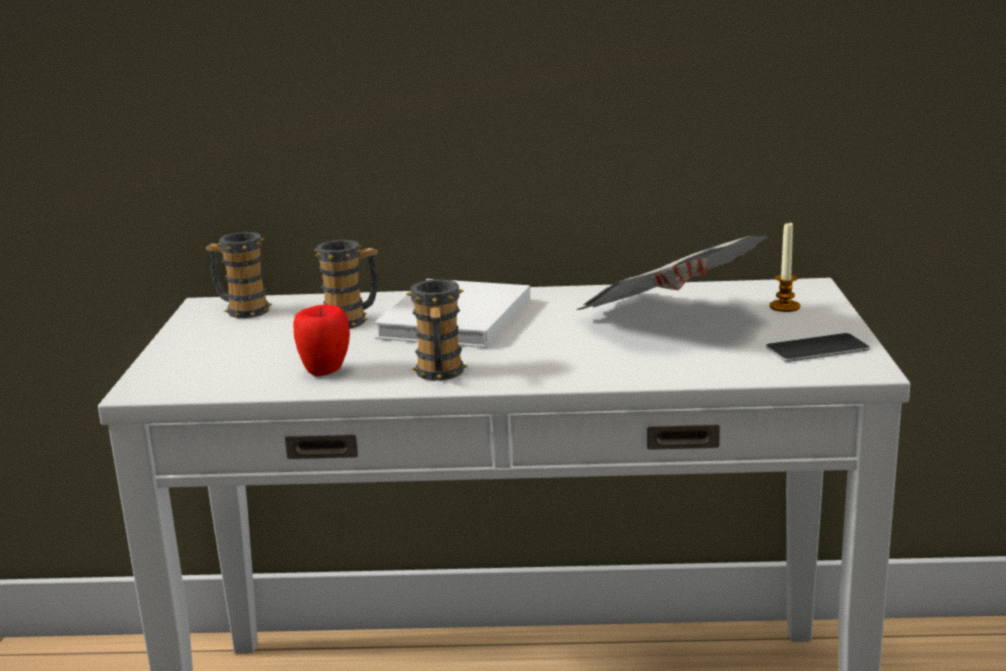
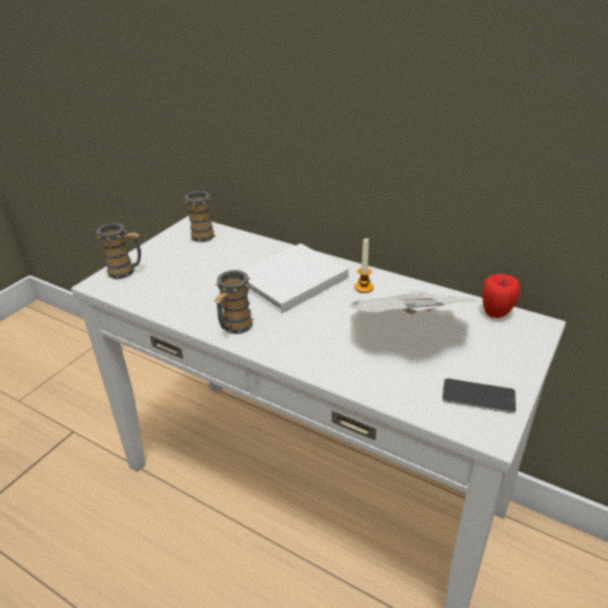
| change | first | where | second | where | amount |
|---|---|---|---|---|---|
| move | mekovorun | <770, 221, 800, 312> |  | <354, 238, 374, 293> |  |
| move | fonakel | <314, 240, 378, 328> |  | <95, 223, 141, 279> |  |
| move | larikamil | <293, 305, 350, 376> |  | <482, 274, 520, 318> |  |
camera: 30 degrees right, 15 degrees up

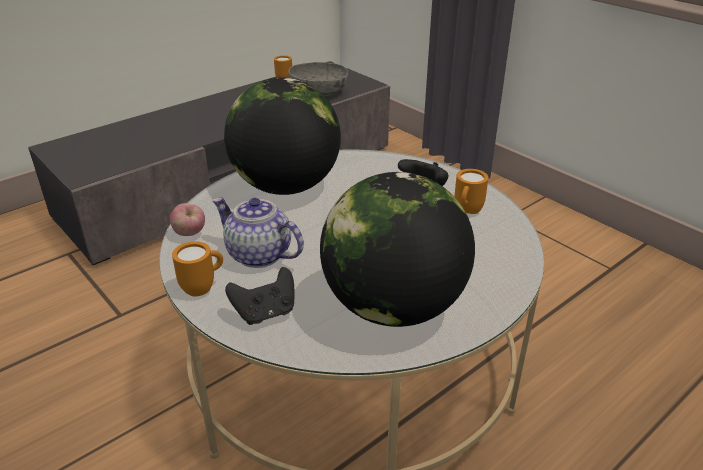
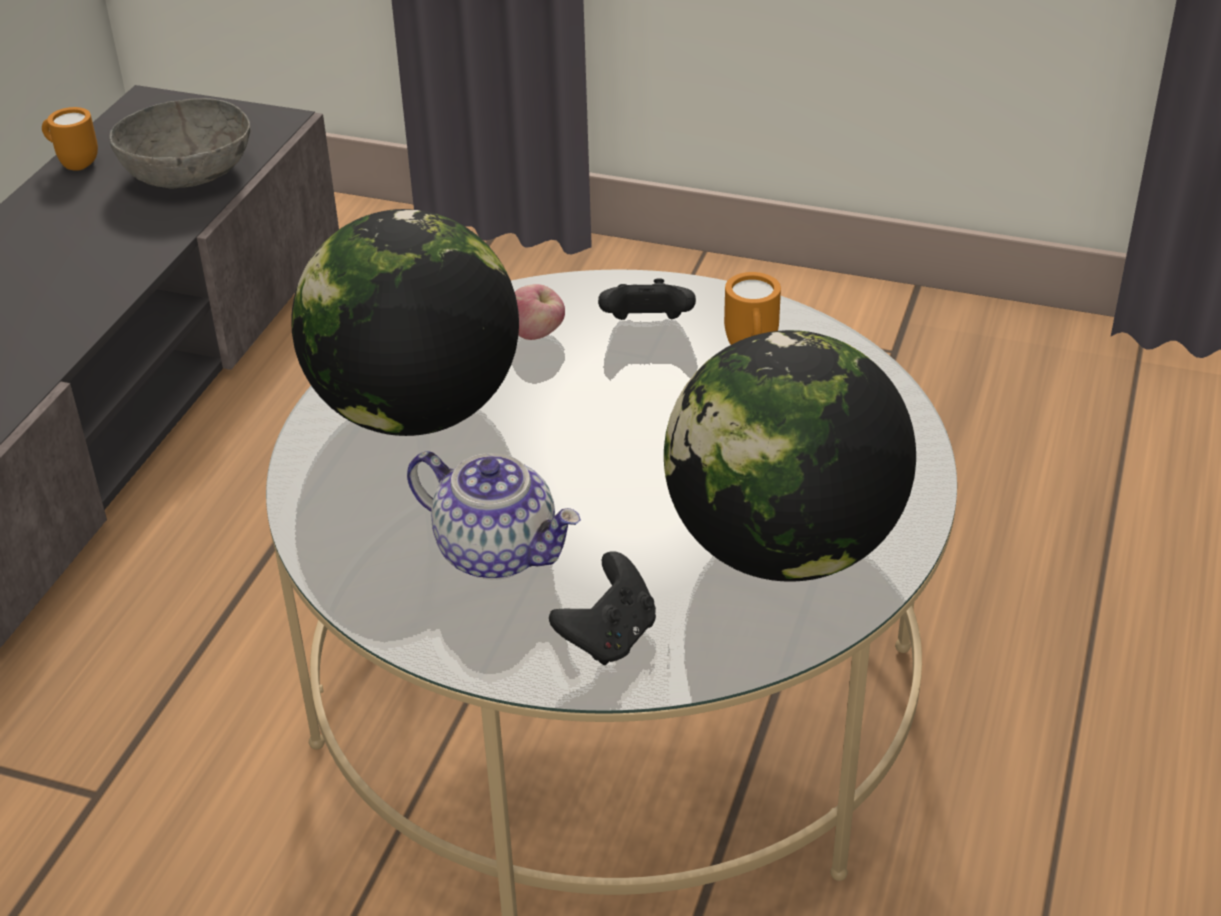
| change | first | where | second | where | amount |
|---|---|---|---|---|---|
| rotate | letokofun | <212, 197, 304, 268> |  | <407, 451, 581, 580> | 150 degrees counterclockwise |
| move | larikamil | <170, 203, 205, 236> |  | <515, 284, 565, 340> |  |
| delete | orange_fonakel | <172, 241, 223, 297> |  |  |  |
camera: 30 degrees left, 5 degrees up

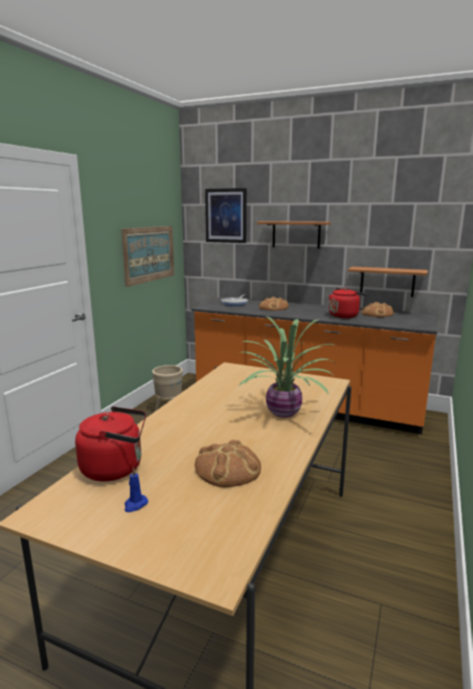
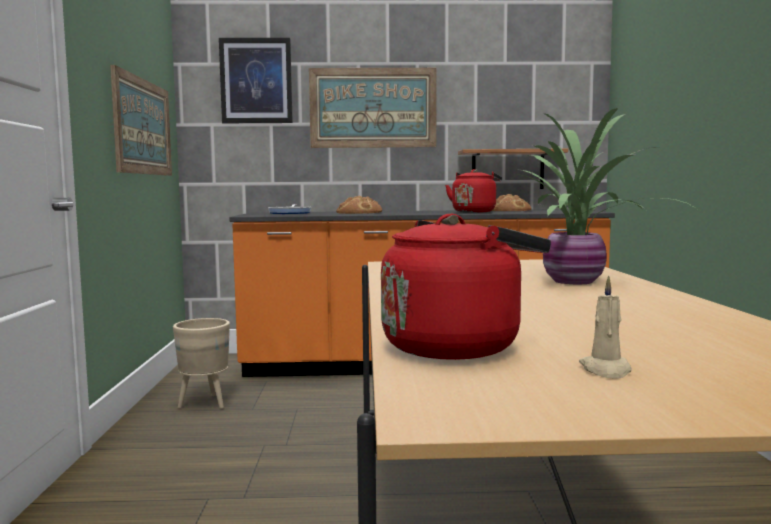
| change | first | where | second | where | amount |
|---|---|---|---|---|---|
| replace | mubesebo | <257, 221, 331, 249> | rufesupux | <309, 68, 436, 148> |  |
| delete | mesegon | <195, 440, 261, 487> |  |  |  |
| recolor | blue_mekovorun | <124, 467, 148, 512> | beige_mekovorun | <579, 275, 631, 379> |  |
camera: 25 degrees left, 10 degrees down

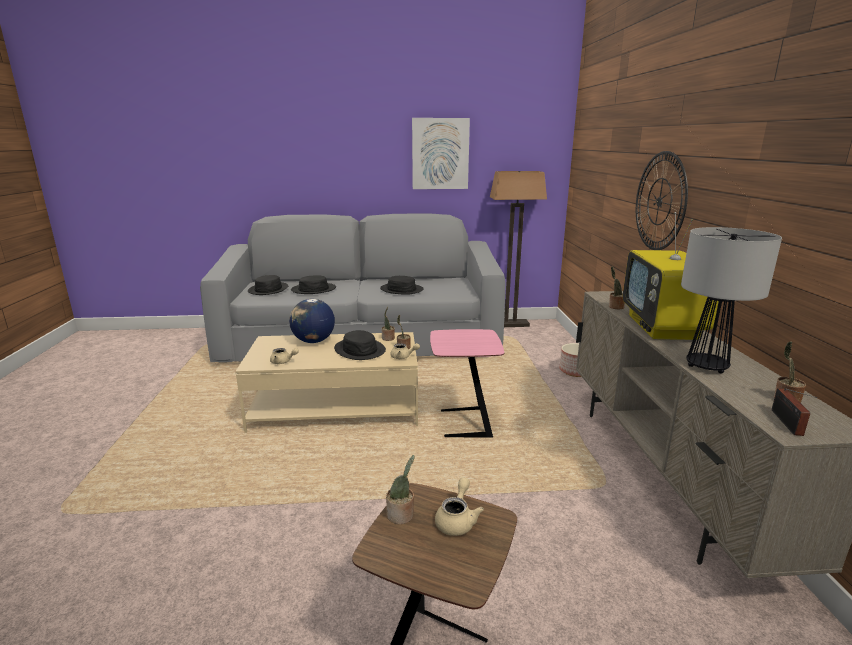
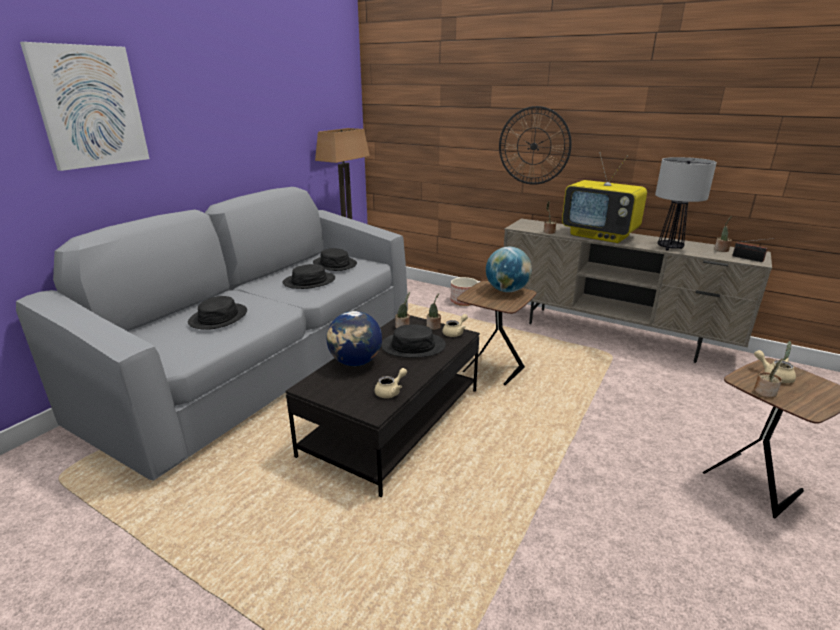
| change | first | where | second | where | amount |
|---|---|---|---|---|---|
| move | rufesupux | <412, 118, 470, 189> |  | <20, 42, 150, 171> |  |
| move | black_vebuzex | <248, 275, 288, 295> |  | <313, 248, 357, 271> |  |
| recolor | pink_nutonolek | <430, 329, 504, 438> | brown_nutonolek | <457, 281, 536, 385> |  |
| recolor | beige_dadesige | <235, 332, 418, 433> | black_dadesige | <286, 315, 480, 497> |  |
| insert |  |  | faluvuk | <486, 247, 532, 292> |  |
camera: 55 degrees left, 5 degrees up

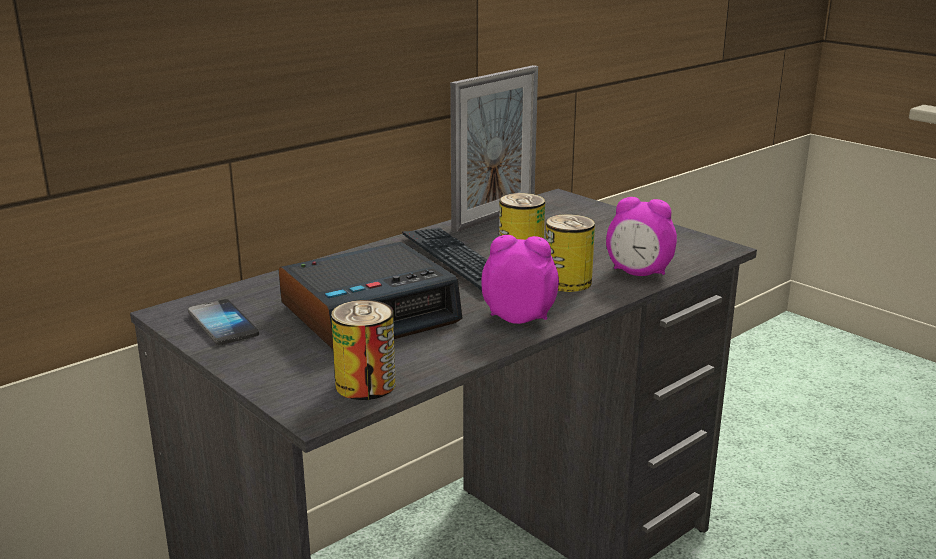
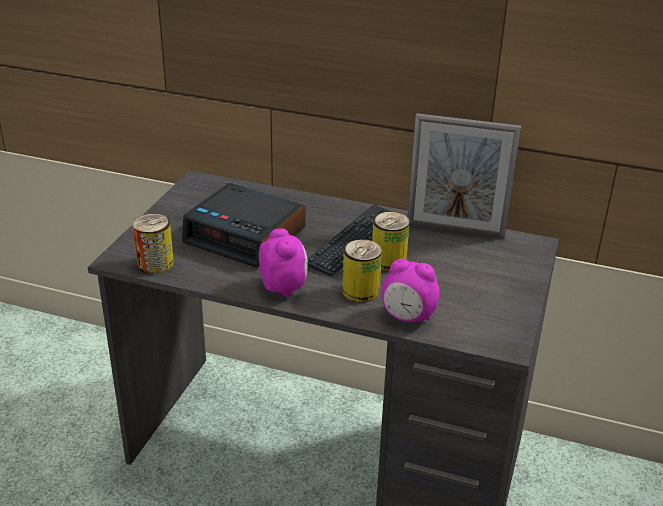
| change | first | where | second | where | amount |
|---|---|---|---|---|---|
| rotate | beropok | <606, 197, 677, 276> |  | <381, 259, 440, 322> | 60 degrees counterclockwise |
| delete | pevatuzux | <188, 299, 259, 345> |  |  |  |
camera: 60 degrees right, 10 degrees up

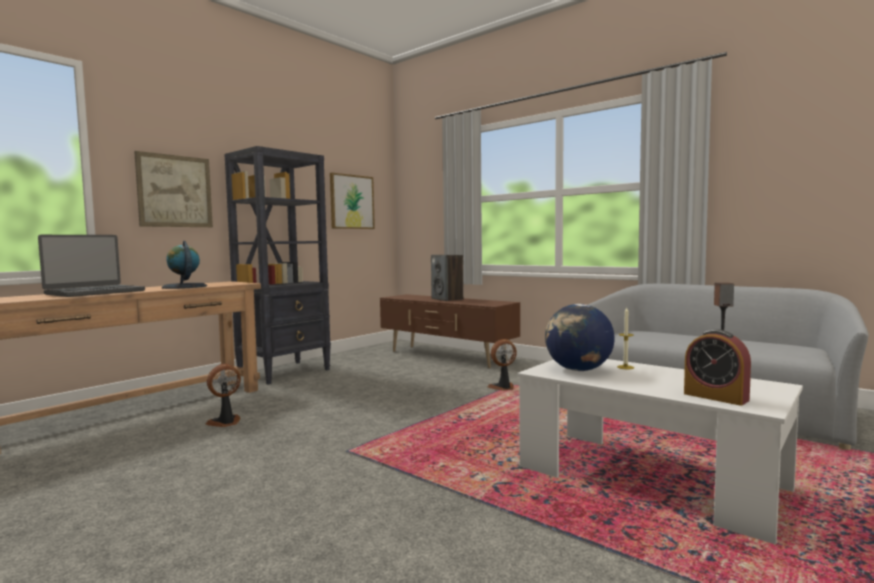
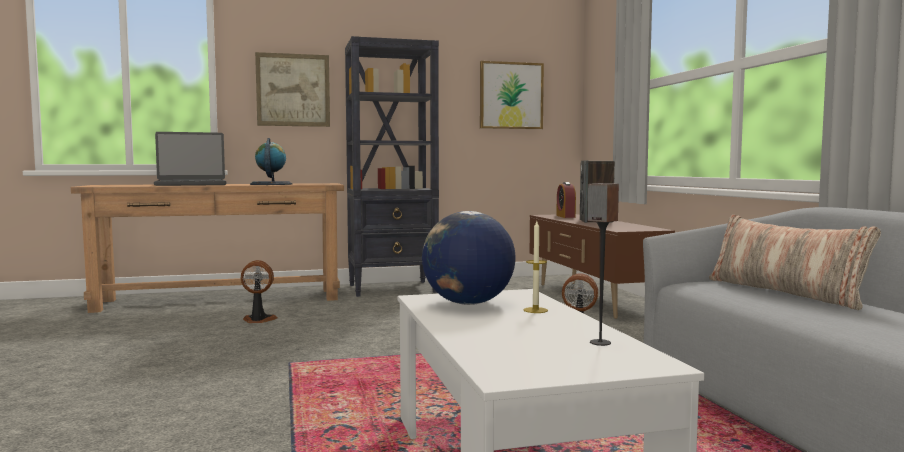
| change | first | where | second | where | amount |
|---|---|---|---|---|---|
| move | beropok | <684, 329, 751, 406> |  | <556, 182, 576, 218> |  |
| insert |  |  | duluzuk | <709, 215, 881, 310> |  |
camera: 35 degrees right, 0 degrees up

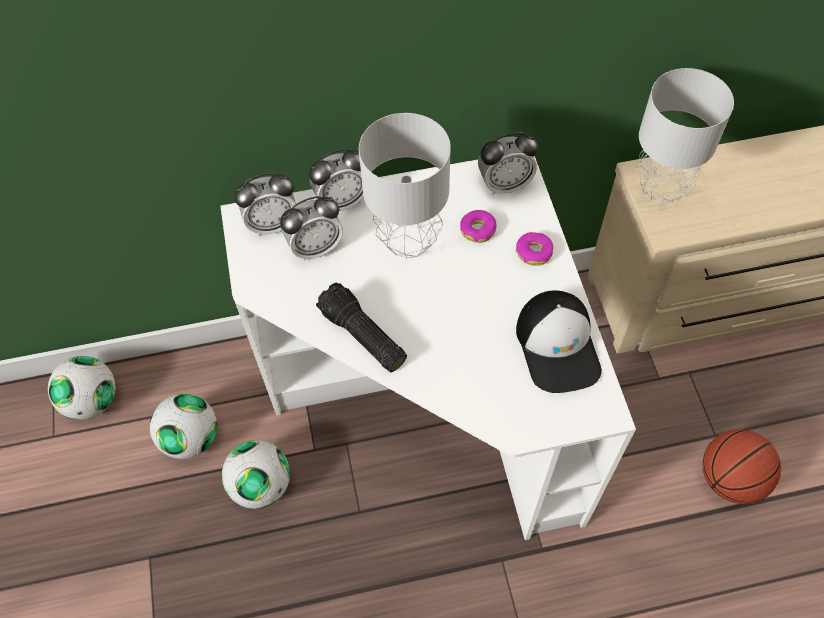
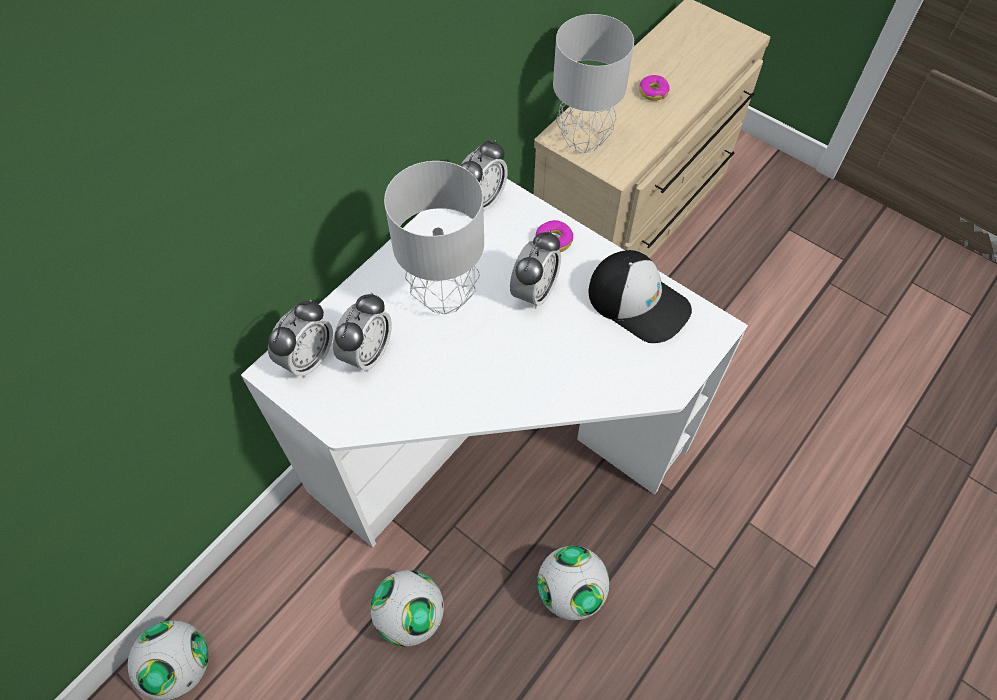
| change | first | where | second | where | amount |
|---|---|---|---|---|---|
| move | beropok | <309, 149, 364, 211> |  | <510, 230, 561, 309> |  |
| move | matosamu | <460, 210, 497, 243> |  | <639, 75, 670, 101> |  |
| delete | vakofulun | <316, 283, 407, 372> |  |  |  |
| move | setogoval | <150, 393, 217, 459> |  | <537, 546, 609, 620> |  |
| delete | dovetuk | <702, 429, 781, 504> |  |  |  |
camera: 40 degrees left, 0 degrees up

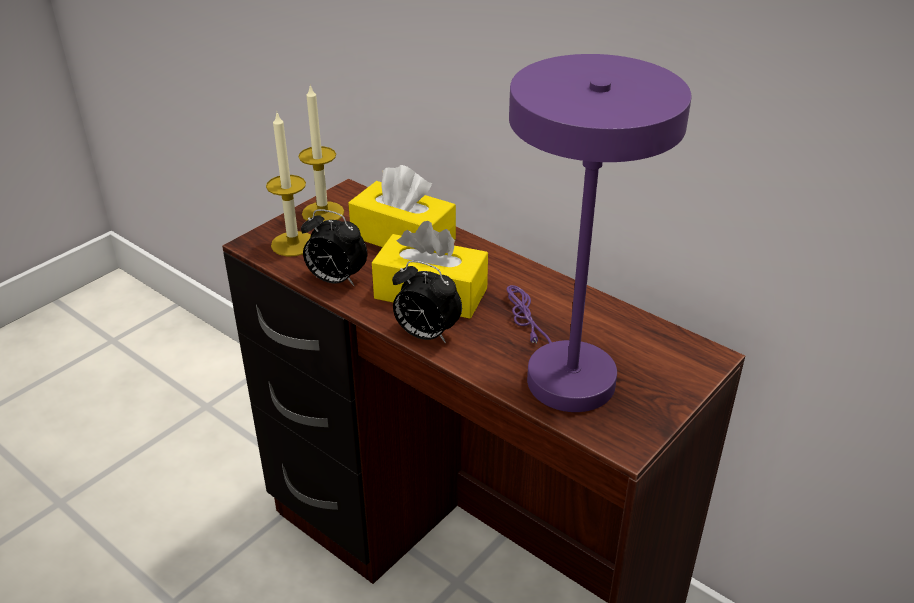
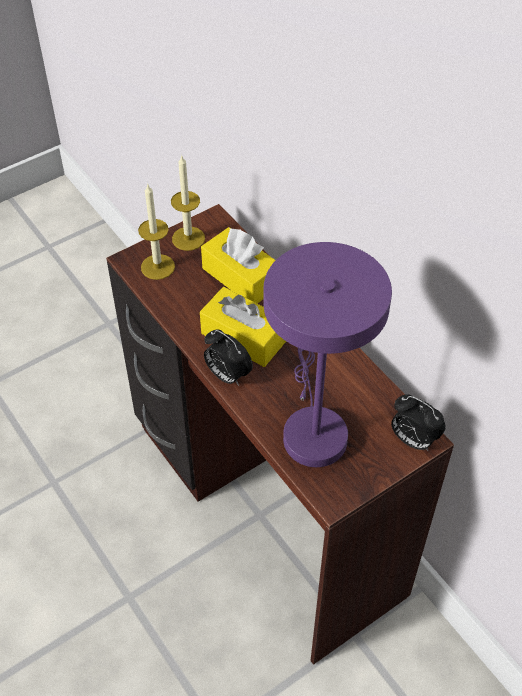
| change | first | where | second | where | amount |
|---|---|---|---|---|---|
| move | beropok | <301, 209, 367, 286> |  | <391, 394, 446, 451> |  |
camera: 15 degrees right, 15 degrees up

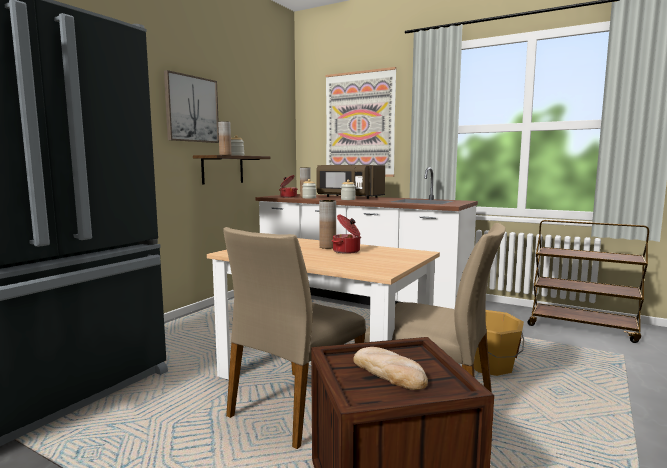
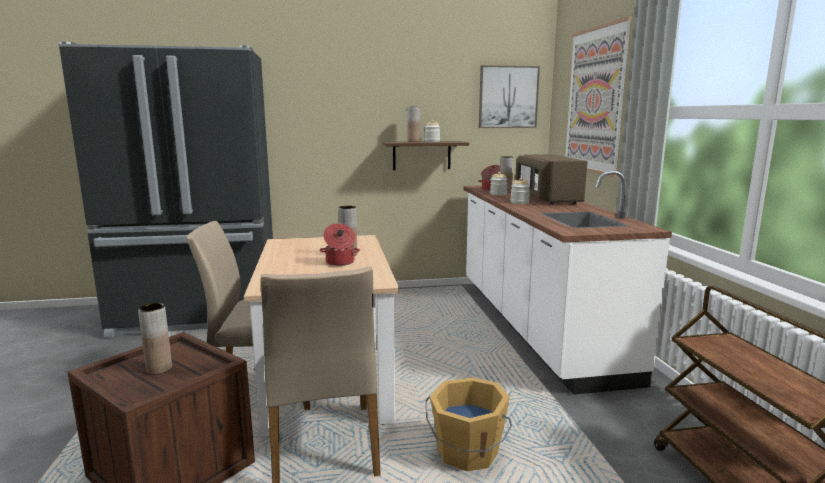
| change | first | where | second | where | amount |
|---|---|---|---|---|---|
| move | rufesupux | <164, 70, 219, 143> |  | <479, 65, 540, 128> |  |
| replace | mesegon | <353, 347, 428, 390> | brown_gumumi | <138, 303, 172, 374> |  |
camera: 50 degrees right, 5 degrees up

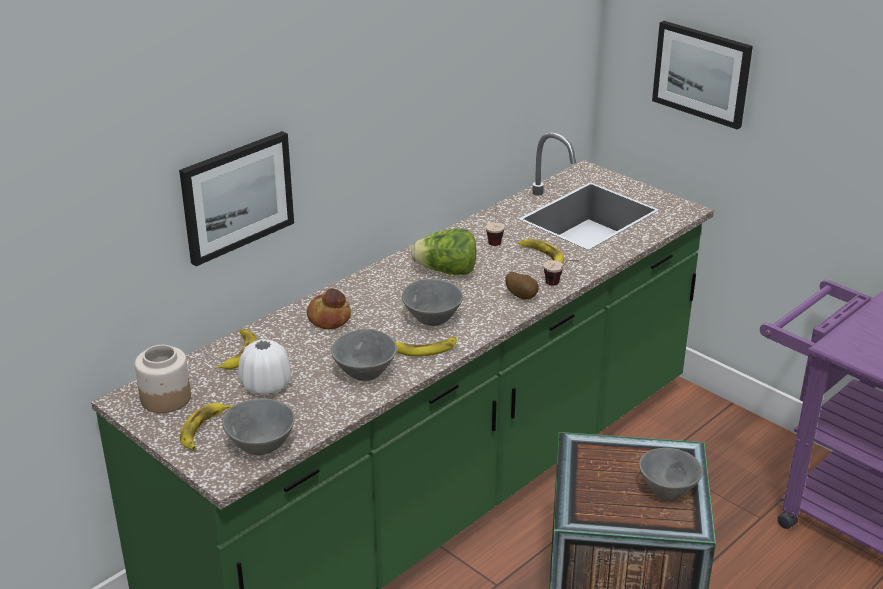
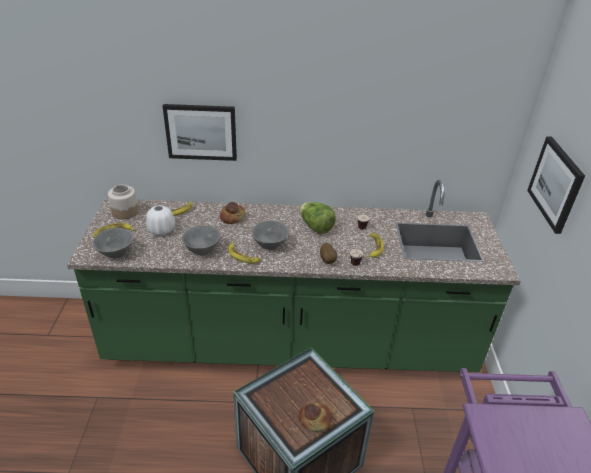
| change | first | where | second | where | amount |
|---|---|---|---|---|---|
| replace | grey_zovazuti | <639, 448, 703, 500> | mesegon | <299, 402, 332, 432> |  |
camera: 45 degrees right, 5 degrees up

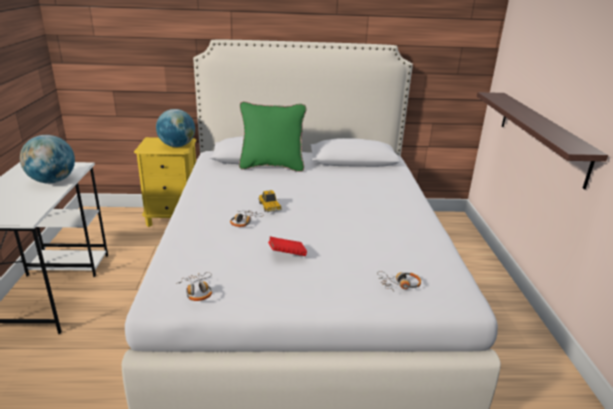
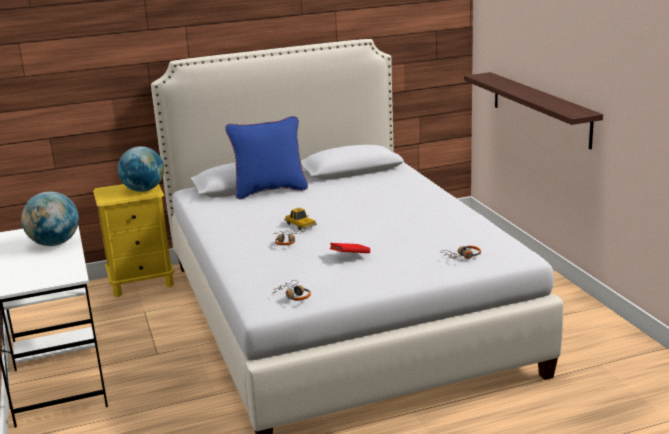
| change | first | where | second | where | amount |
|---|---|---|---|---|---|
| recolor | green_duluzuk | <239, 101, 306, 172> | blue_duluzuk | <225, 116, 308, 199> |  |
camera: 15 degrees left, 5 degrees down

